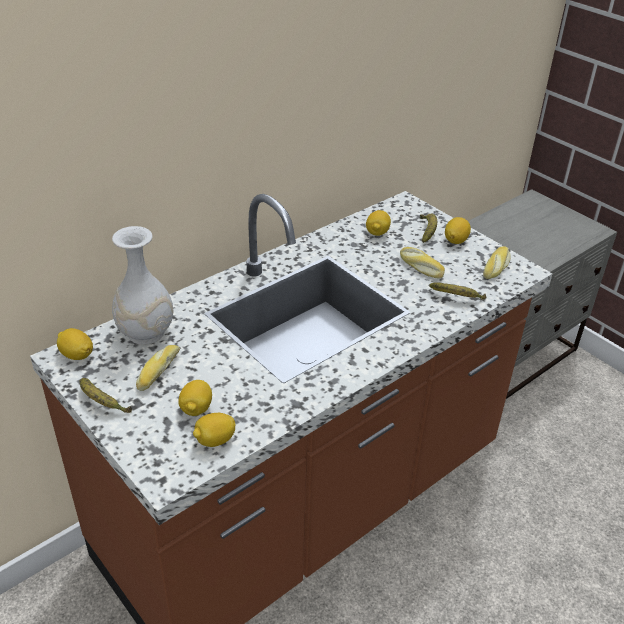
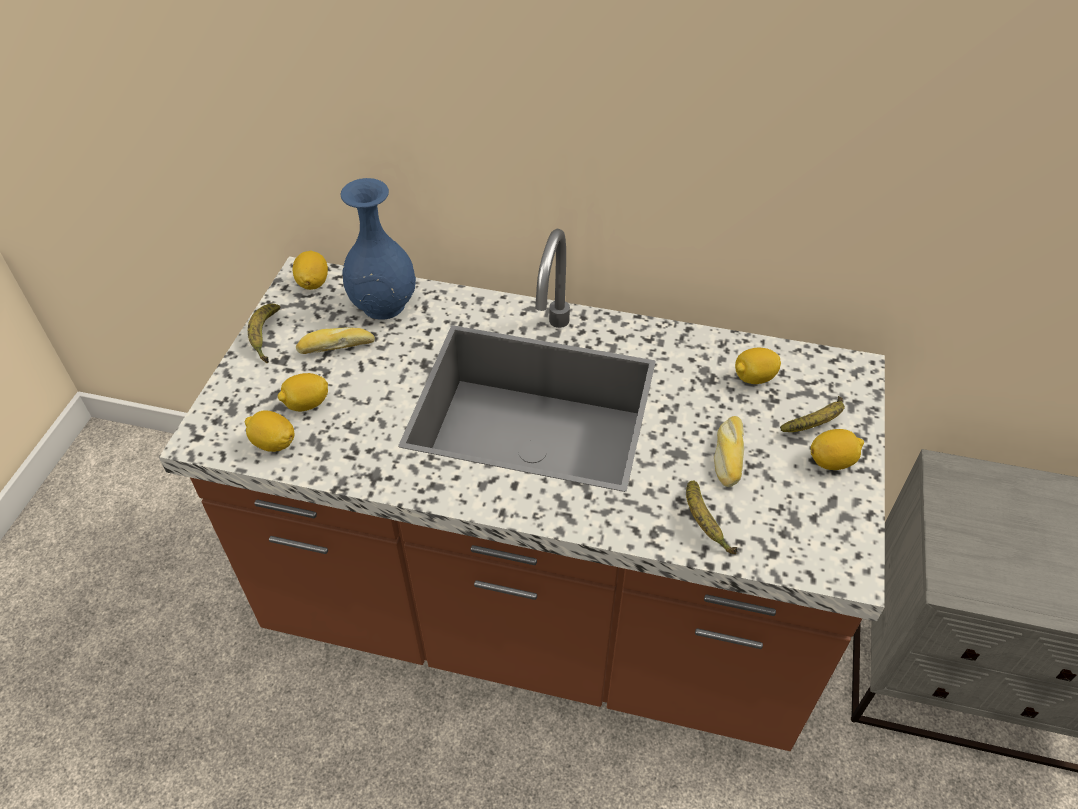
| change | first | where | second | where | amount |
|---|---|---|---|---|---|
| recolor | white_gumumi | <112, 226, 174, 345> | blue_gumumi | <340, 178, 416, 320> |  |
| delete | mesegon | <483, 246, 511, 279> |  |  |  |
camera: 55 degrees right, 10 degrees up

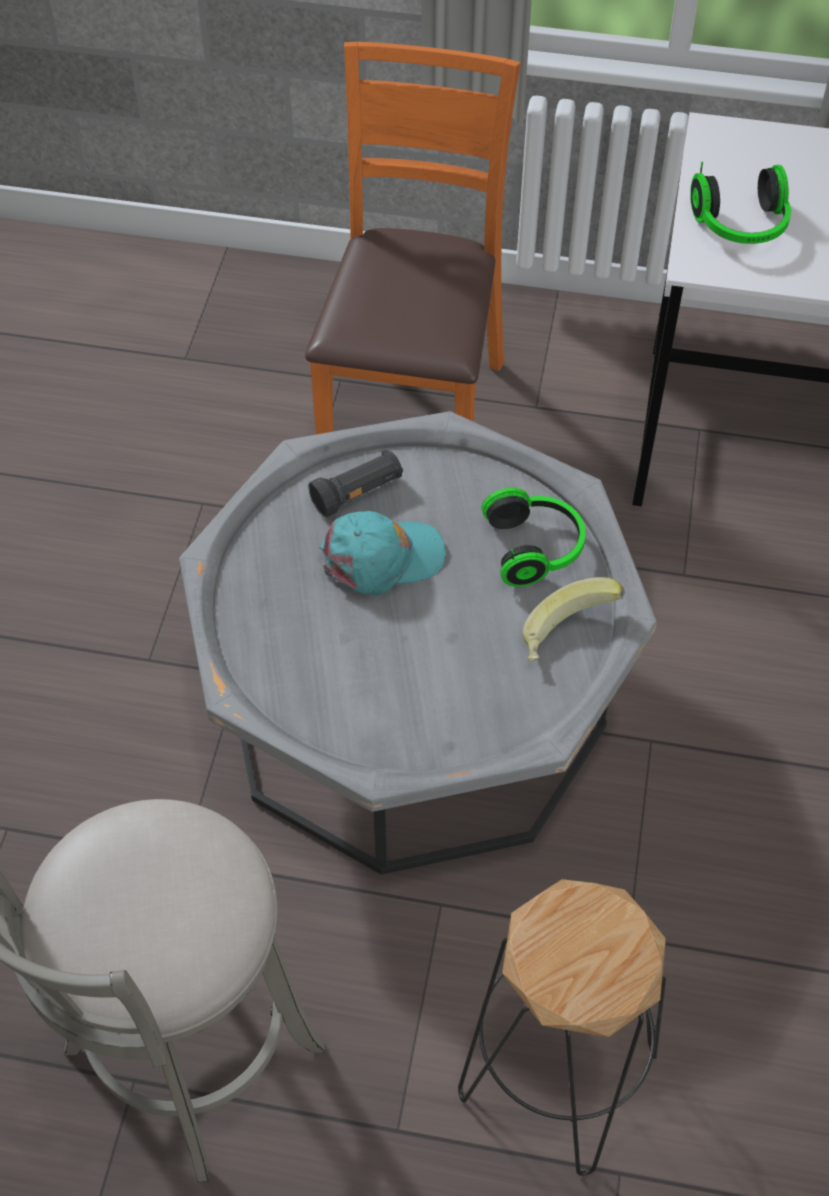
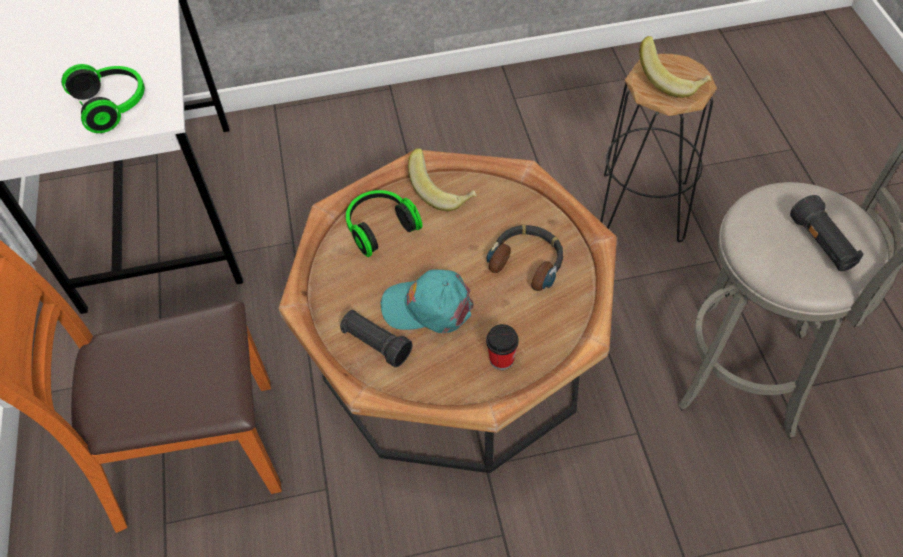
| change | first | where | second | where | amount |
|---|---|---|---|---|---|
| recolor | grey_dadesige | <179, 411, 657, 875> | brown_dadesige | <278, 150, 617, 473> |  |
| rotate | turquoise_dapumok | <319, 511, 446, 596> |  | <381, 269, 474, 333> | 45 degrees counterclockwise |
| insert |  |  | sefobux | <639, 36, 712, 98> |  |
| insert |  |  | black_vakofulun | <790, 195, 864, 271> |  |
| insert |  |  | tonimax | <487, 224, 563, 291> |  |
| insert |  |  | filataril | <486, 324, 519, 370> |  |
camera: 110 degrees left, 0 degrees up

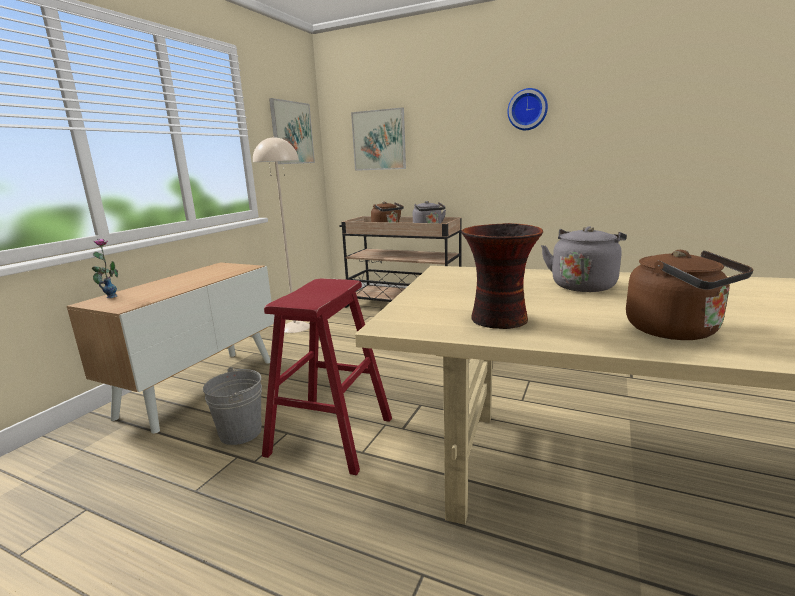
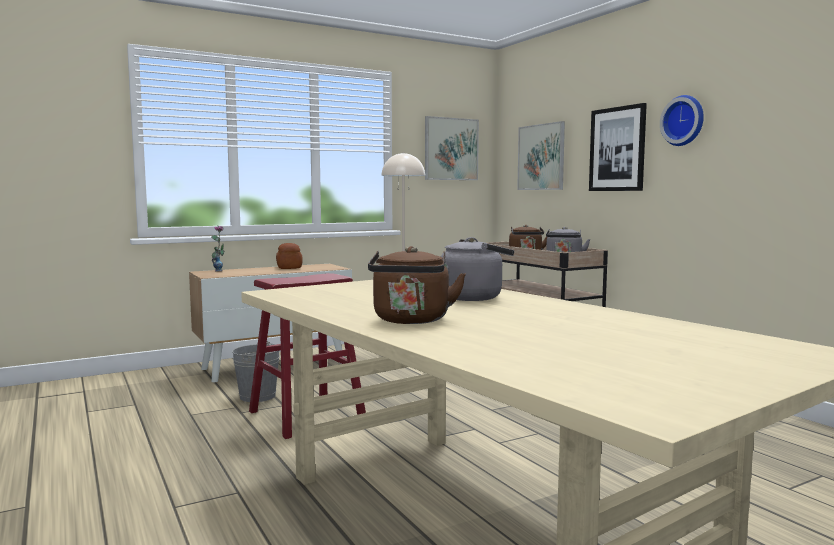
| change | first | where | second | where | amount |
|---|---|---|---|---|---|
| delete | gumumi | <461, 223, 543, 329> |  |  |  |
| insert |  |  | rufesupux | <589, 103, 647, 191> |  |
| insert |  |  | mesegon | <276, 243, 302, 269> |  |
camera: 35 degrees right, 10 degrees down

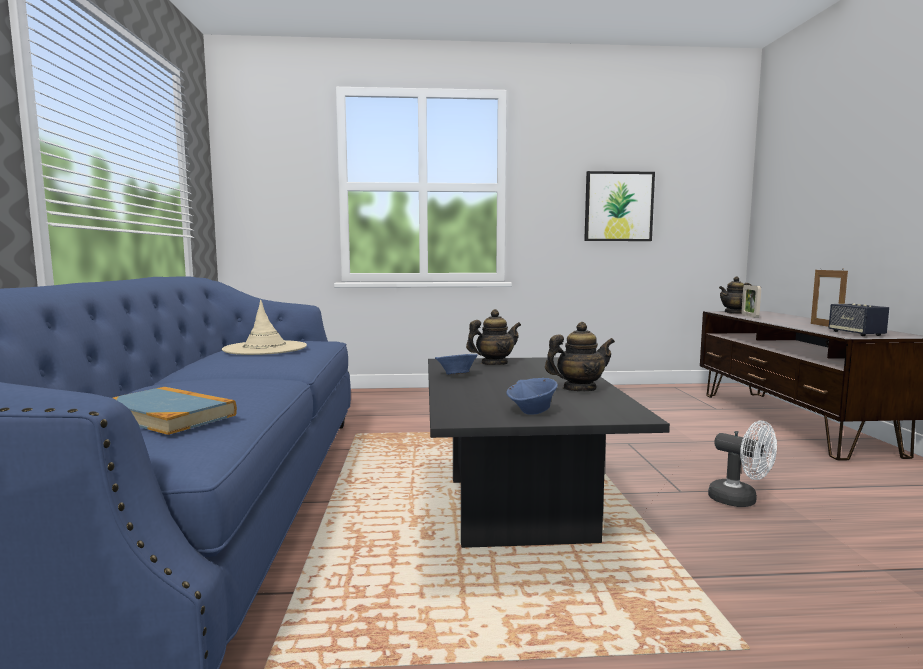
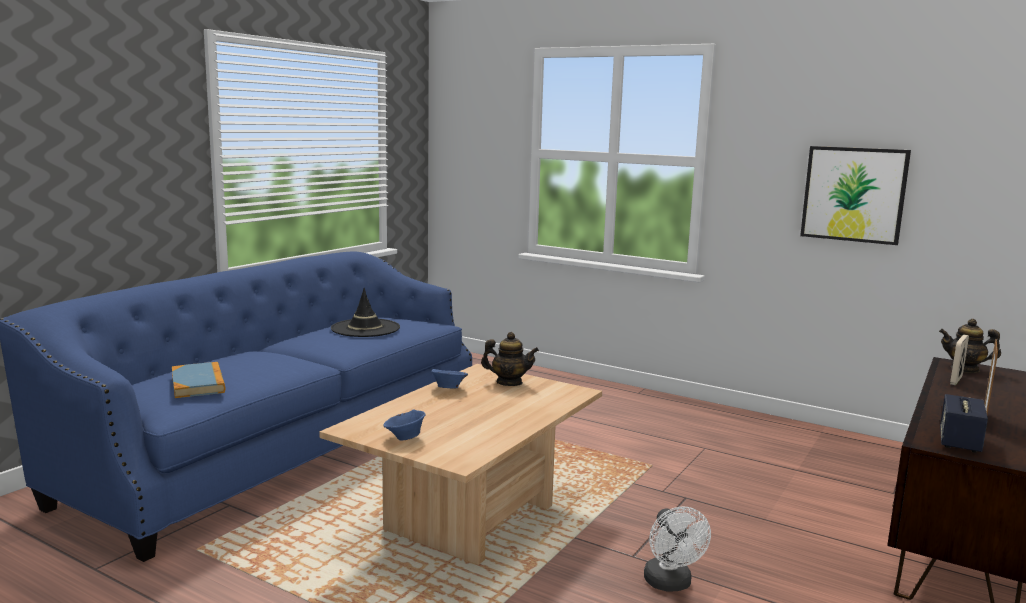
| change | first | where | second | where | amount |
|---|---|---|---|---|---|
| recolor | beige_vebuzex | <222, 300, 307, 355> | black_vebuzex | <331, 288, 400, 337> |  |
| delete | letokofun | <545, 322, 615, 391> |  |  |  |
| recolor | black_dadesige | <428, 357, 670, 548> | beige_dadesige | <319, 364, 602, 565> |  |
camera: 35 degrees right, 5 degrees up

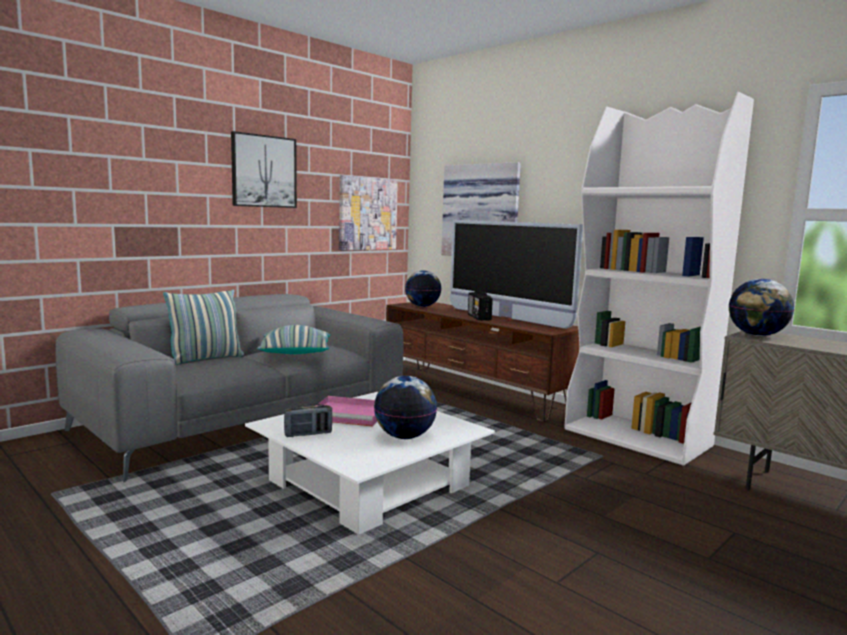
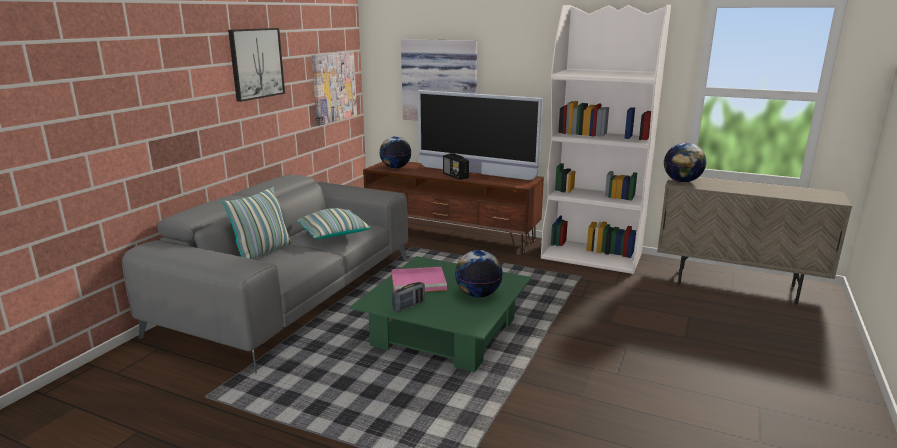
| change | first | where | second | where | amount |
|---|---|---|---|---|---|
| recolor | white_dadesige | <245, 391, 495, 535> | green_dadesige | <349, 256, 532, 372> |  |
camera: 20 degrees left, 10 degrees up

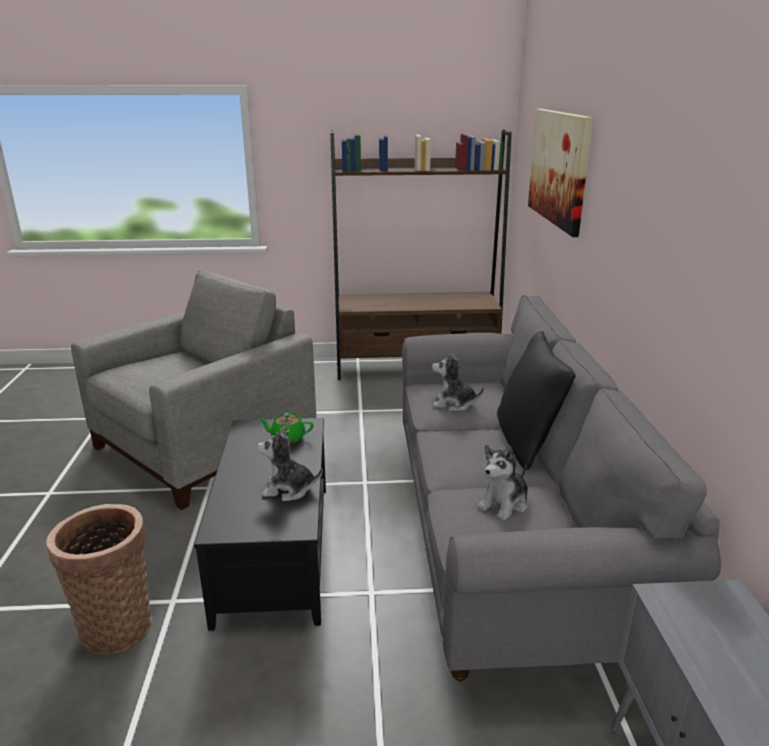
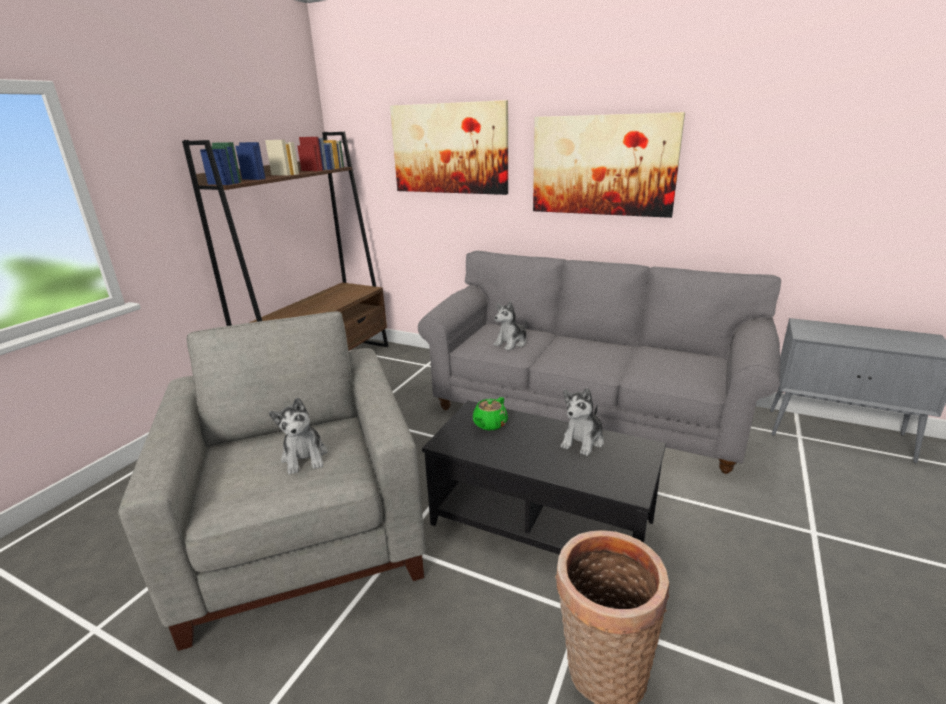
| change | first | where | second | where | amount |
|---|---|---|---|---|---|
| delete | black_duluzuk | <497, 331, 576, 470> |  |  |  |
| move | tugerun | <478, 445, 528, 520> |  | <269, 397, 328, 474> |  |
| insert |  |  | rufesupux | <533, 112, 685, 218> |  |
camera: 60 degrees left, 0 degrees up

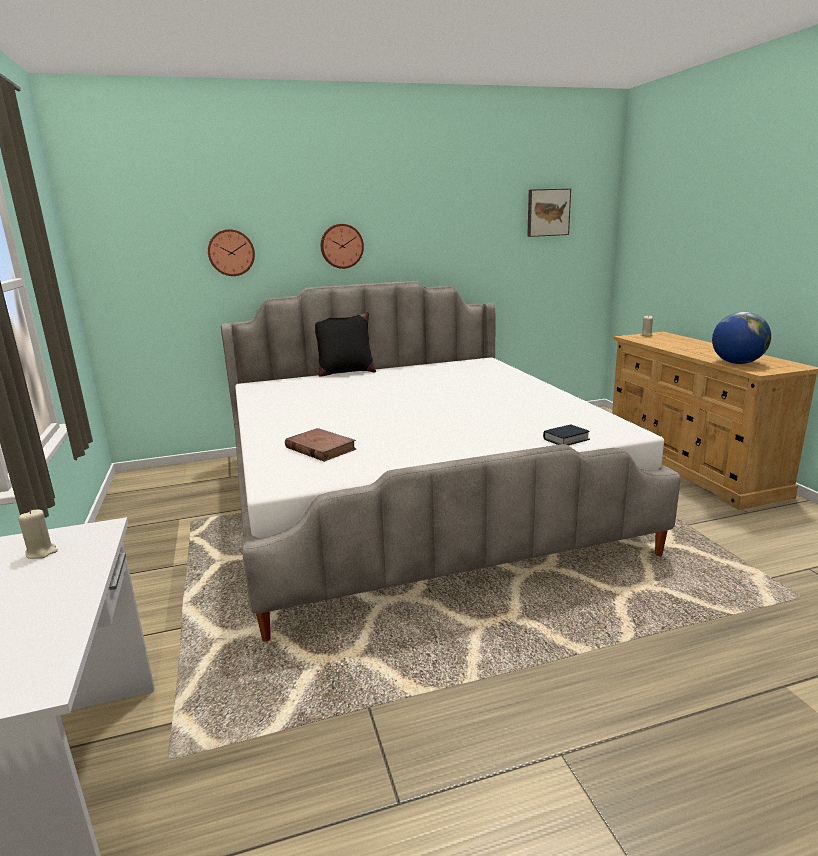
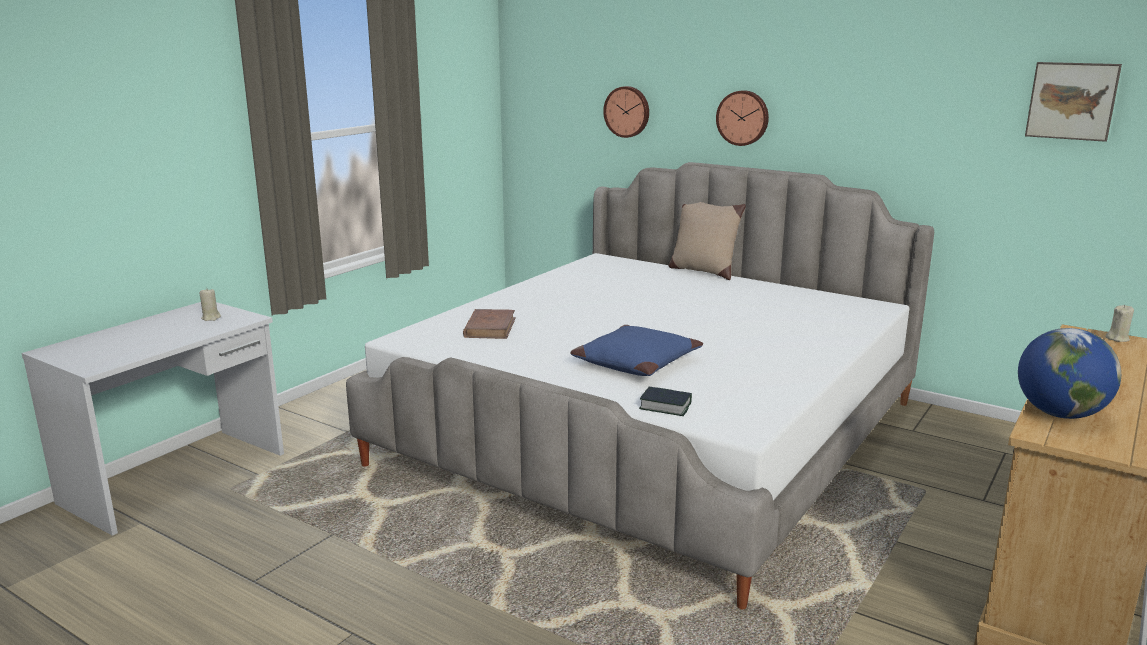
| change | first | where | second | where | amount |
|---|---|---|---|---|---|
| recolor | black_duluzuk | <315, 312, 376, 377> | beige_duluzuk | <669, 202, 746, 280> |  |
| insert |  |  | blue_duluzuk | <570, 325, 703, 376> |  |
camera: 50 degrees right, 0 degrees up

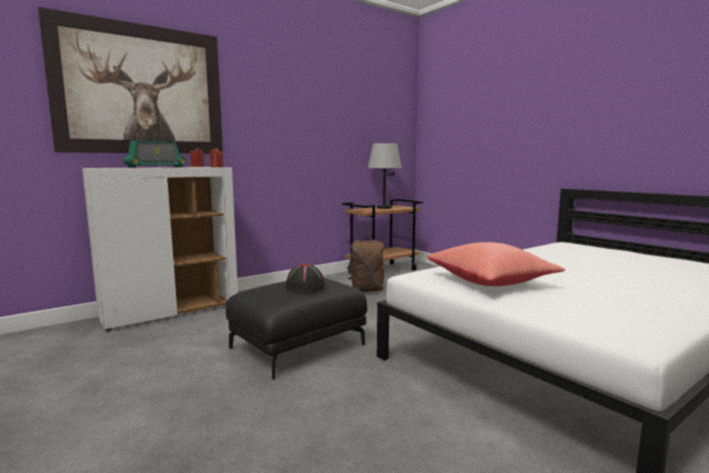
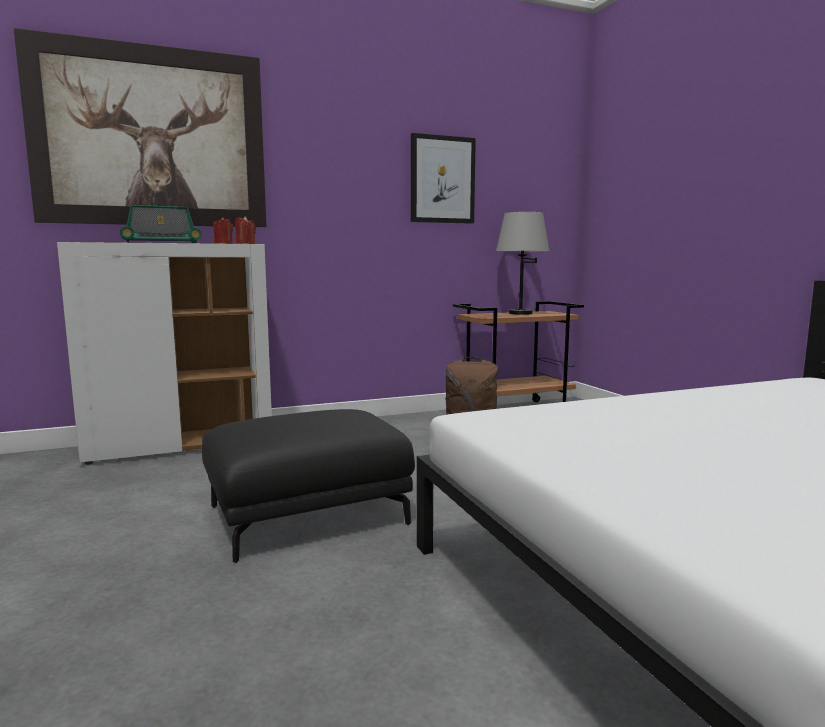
| change | first | where | second | where | amount |
|---|---|---|---|---|---|
| delete | red_duluzuk | <427, 242, 565, 286> |  |  |  |
| delete | black_vebuzex | <285, 263, 325, 292> |  |  |  |
| insert |  |  | rufesupux | <411, 133, 476, 224> |  |
camera: 15 degrees right, 0 degrees up

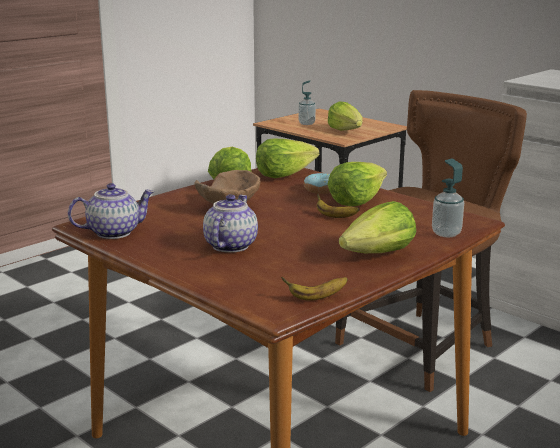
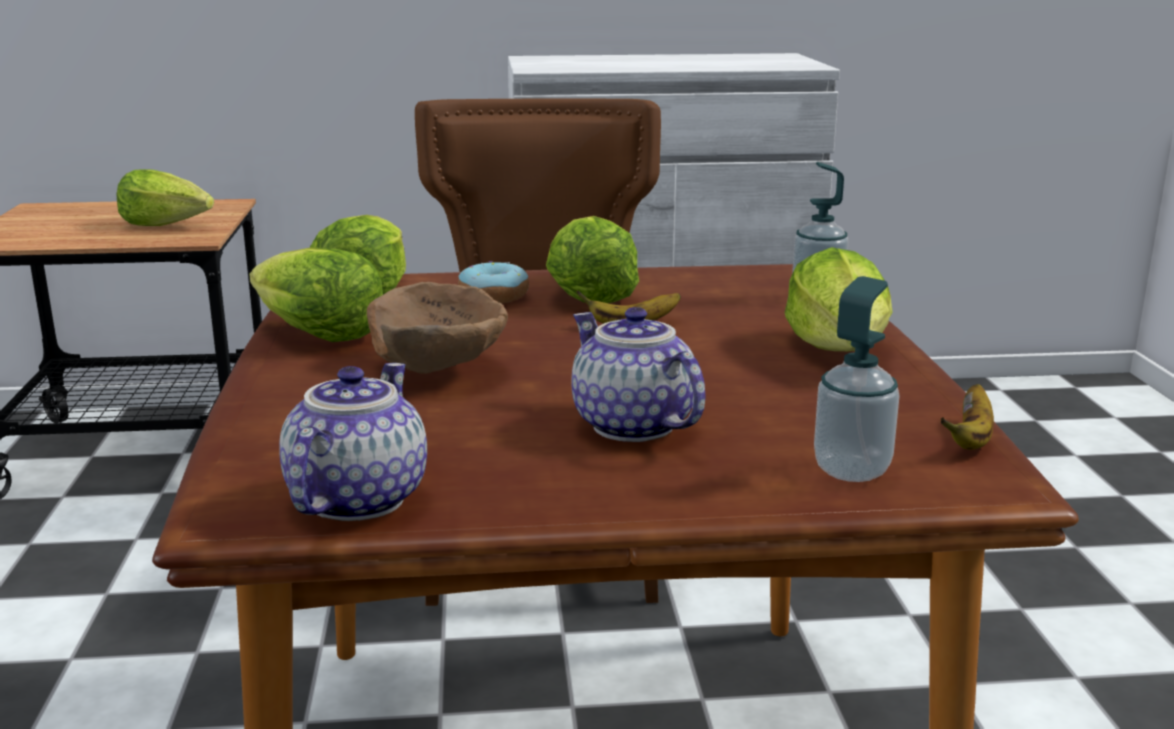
| change | first | where | second | where | amount |
|---|---|---|---|---|---|
| move | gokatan | <298, 80, 316, 125> |  | <814, 276, 899, 482> |  |
camera: 50 degrees left, 0 degrees up

